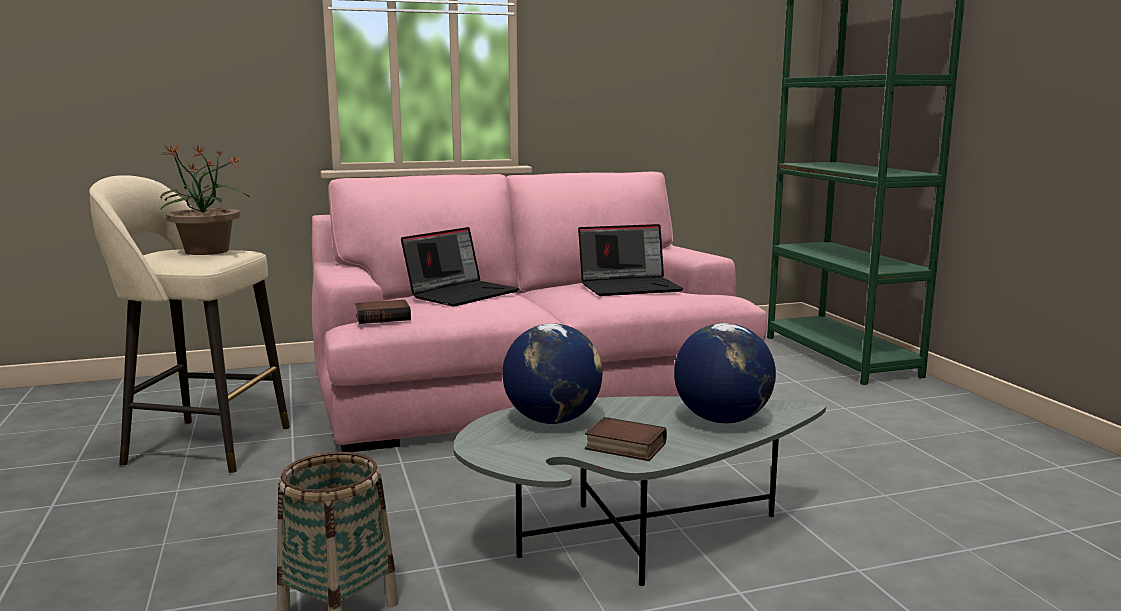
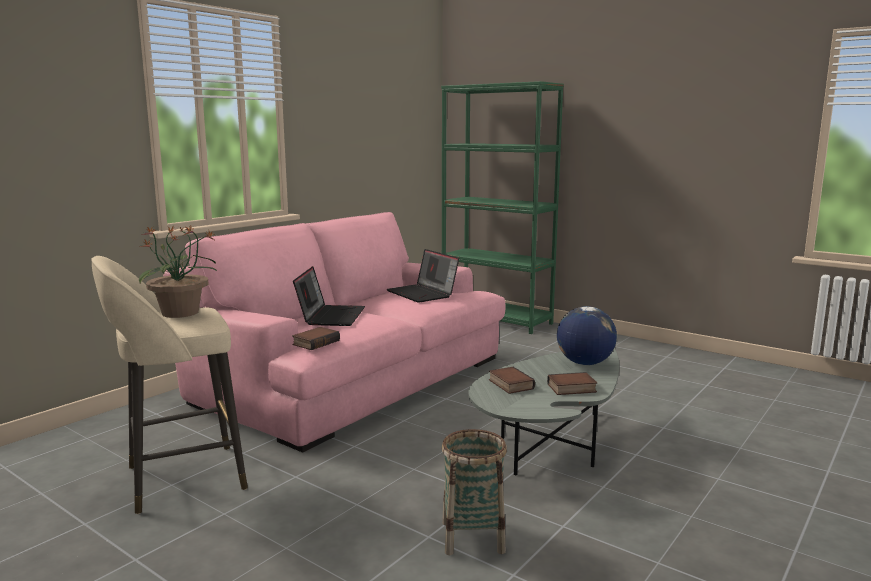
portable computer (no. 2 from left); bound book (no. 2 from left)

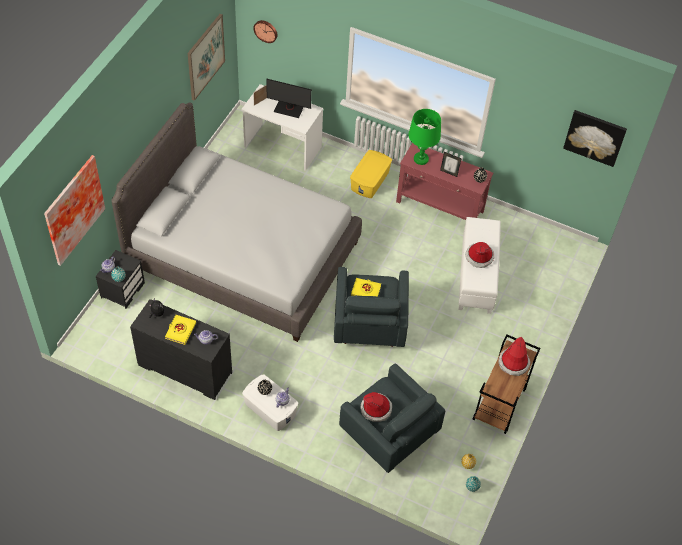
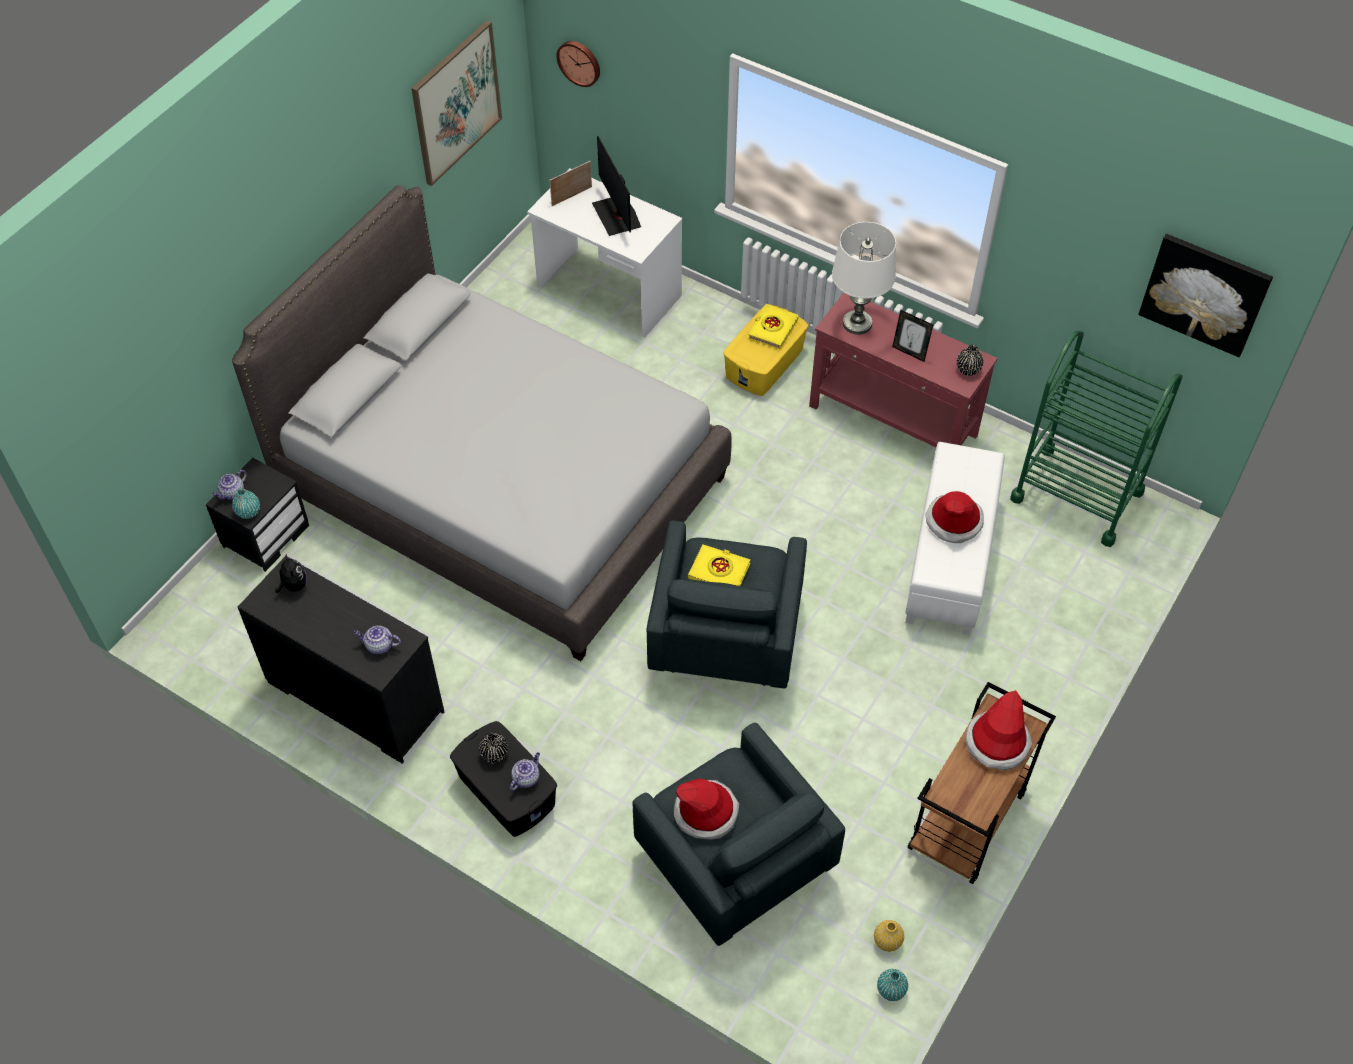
computer screen; table lamp (whitish); picture (no. 1 from left in the first image); bound book (yellow-coloured) (no. 2 from left); storage bin (black); wheeled cart (greenish)

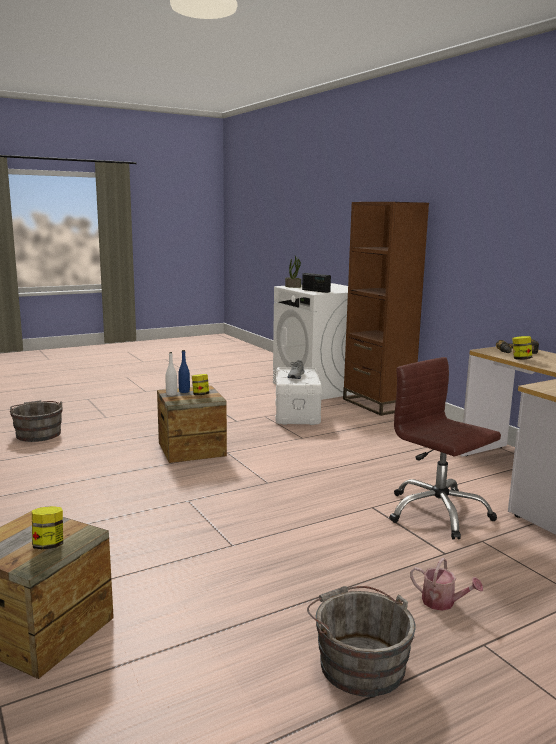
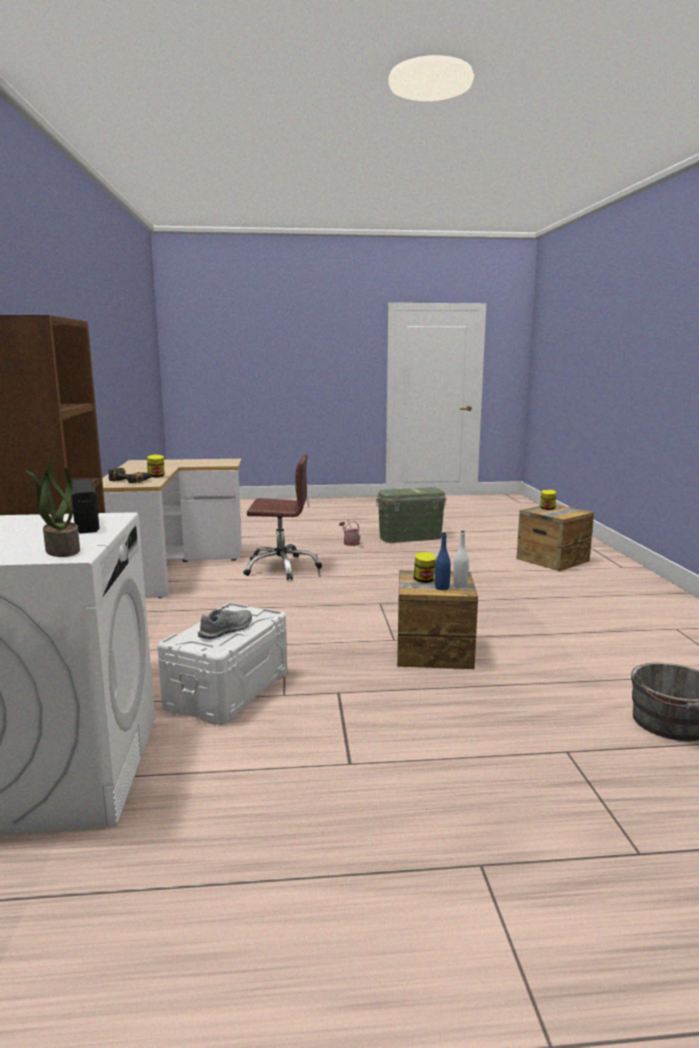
office chair (brownish); storage bin (greenish)

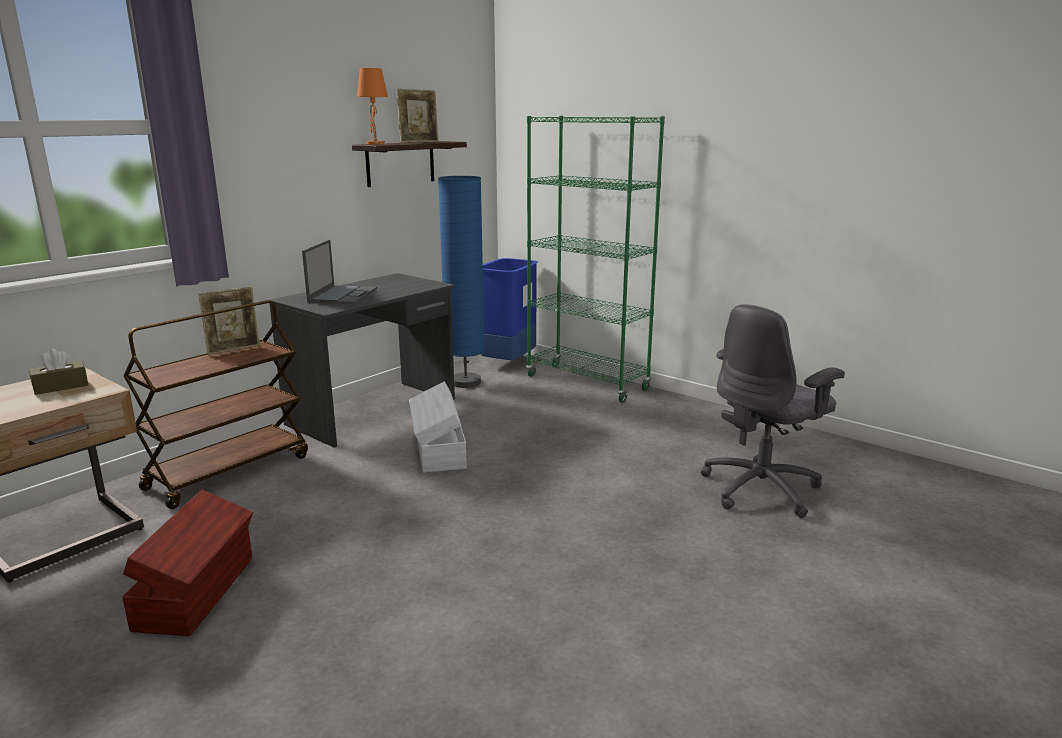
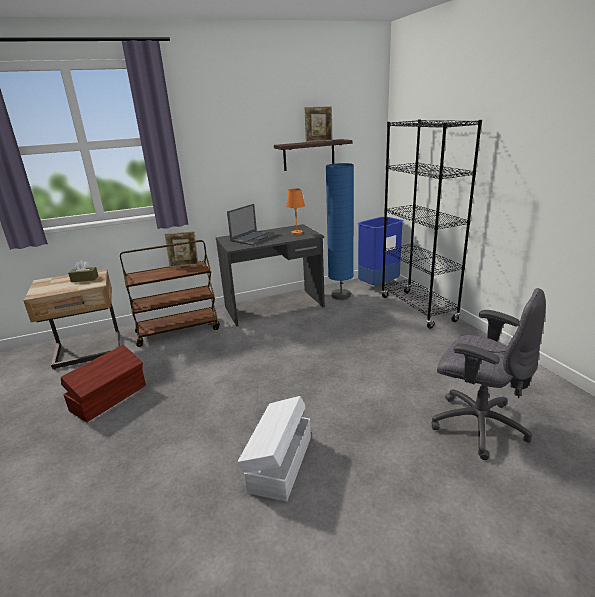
table lamp (orange); bookcase (black); office chair (greyish); storage bin (whitish)

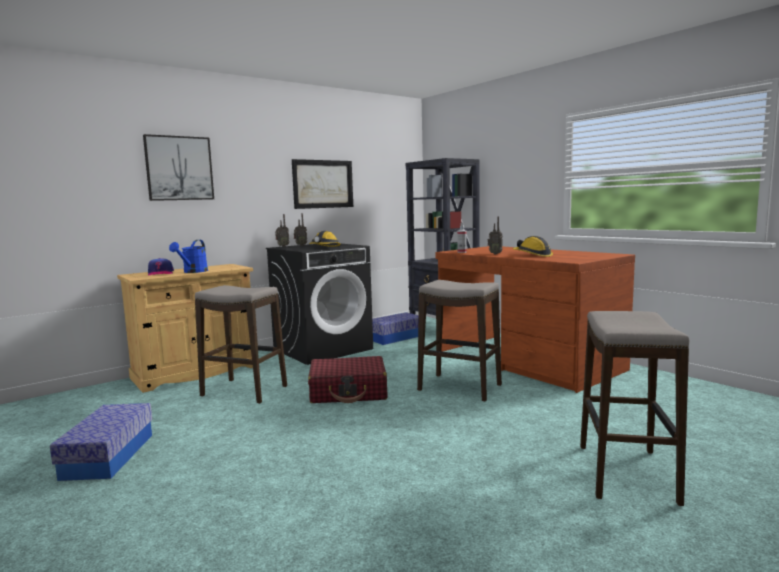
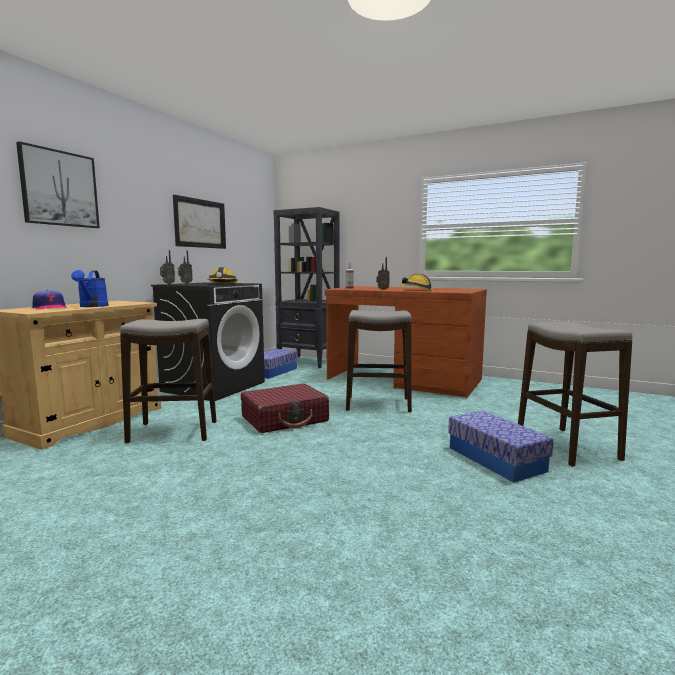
storage bin (no. 2 from left)

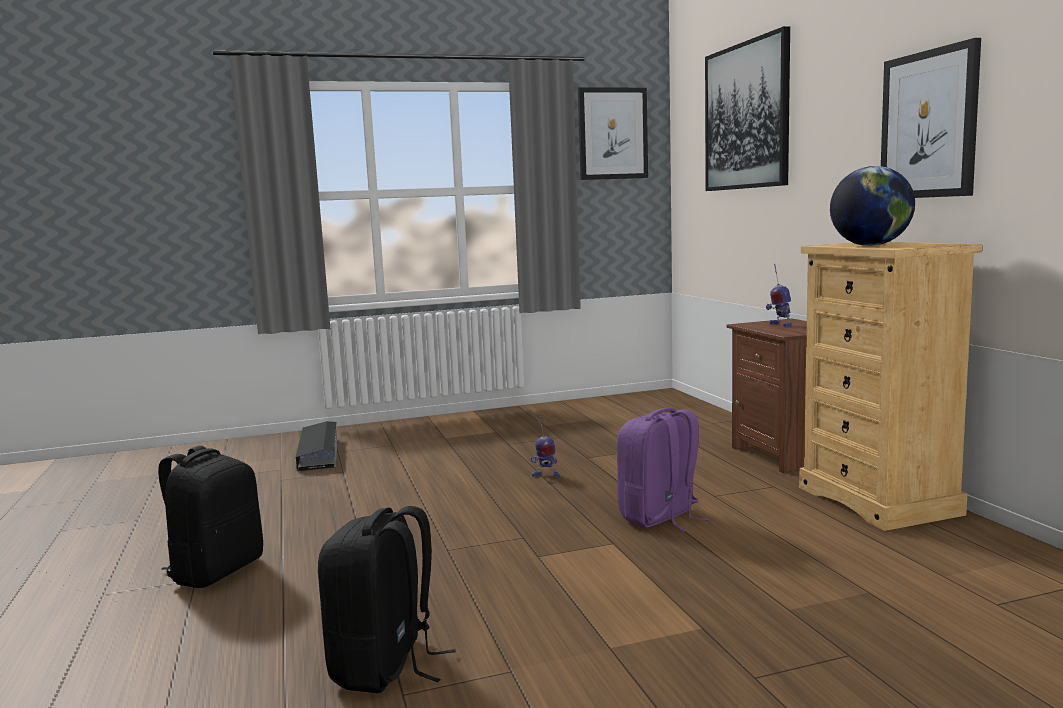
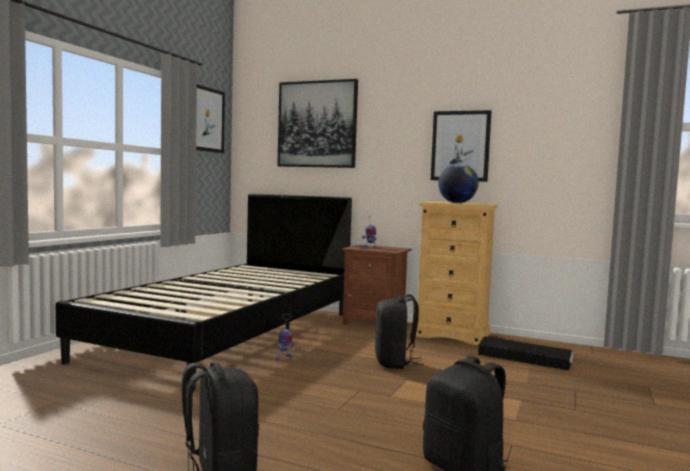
backpack (black) (no. 2 from left); storage bin (black); bed (black)

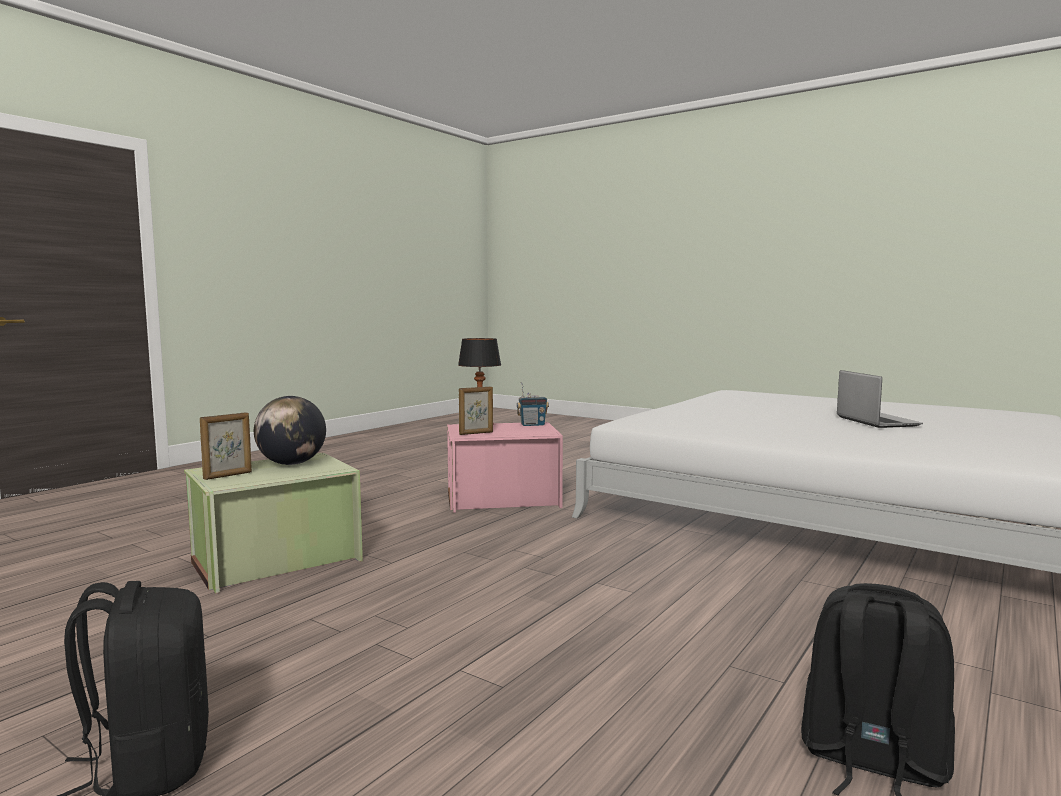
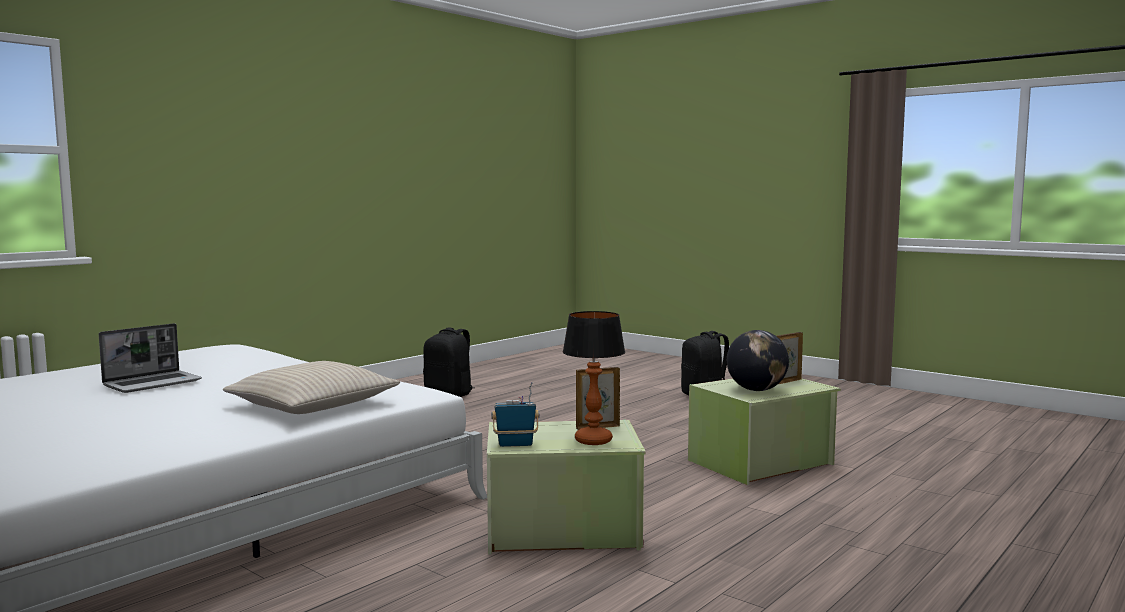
portable computer; storage bin (greenish) (no. 1 from left); pillow (beige)

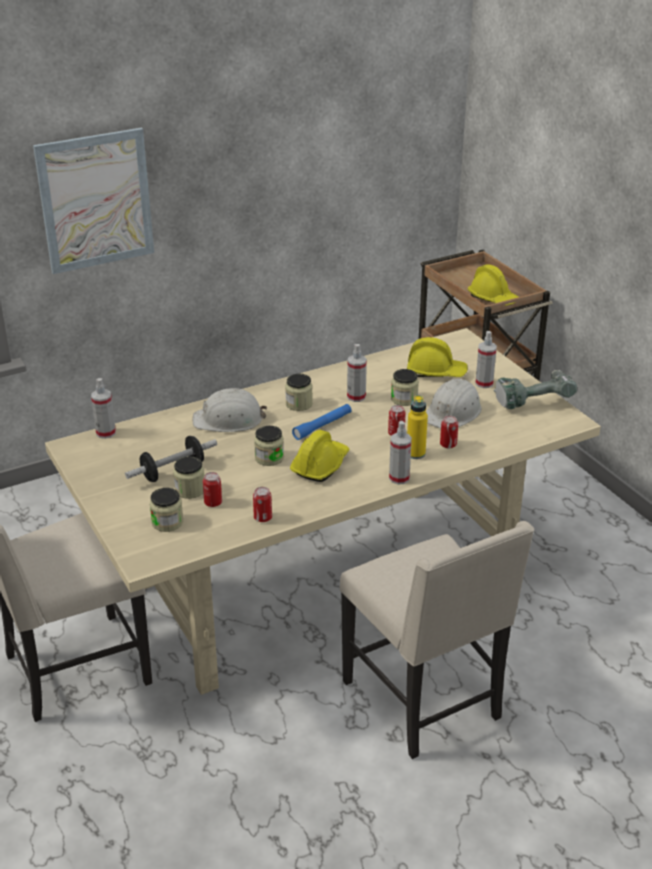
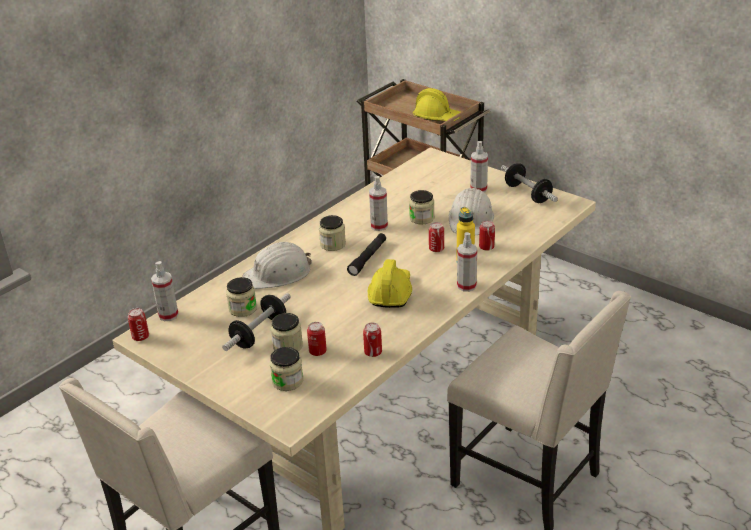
picture; safety helmet (yellow-coloured) (no. 2 from left in the first image); hand weight (no. 2 from left); hand torch (black); storage jar (no. 1 from left); can (no. 1 from left)

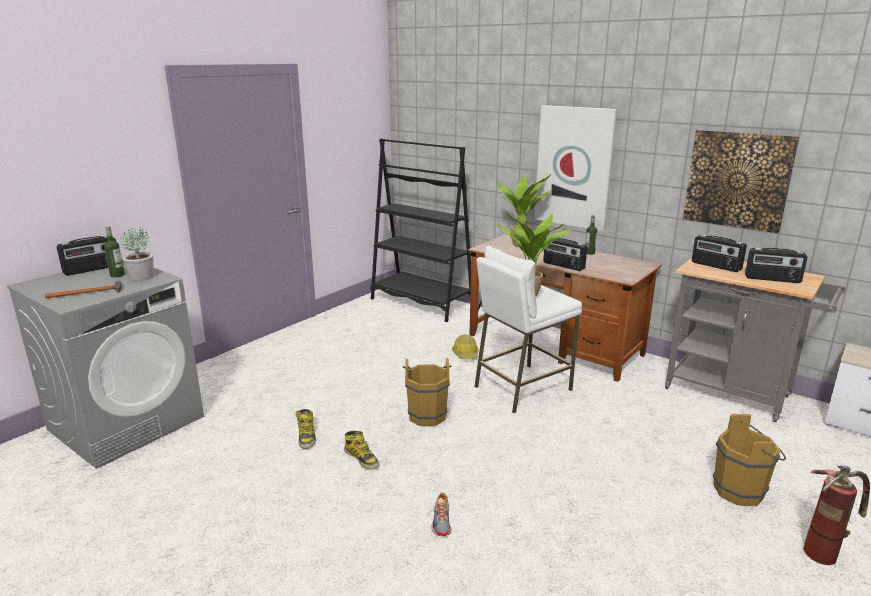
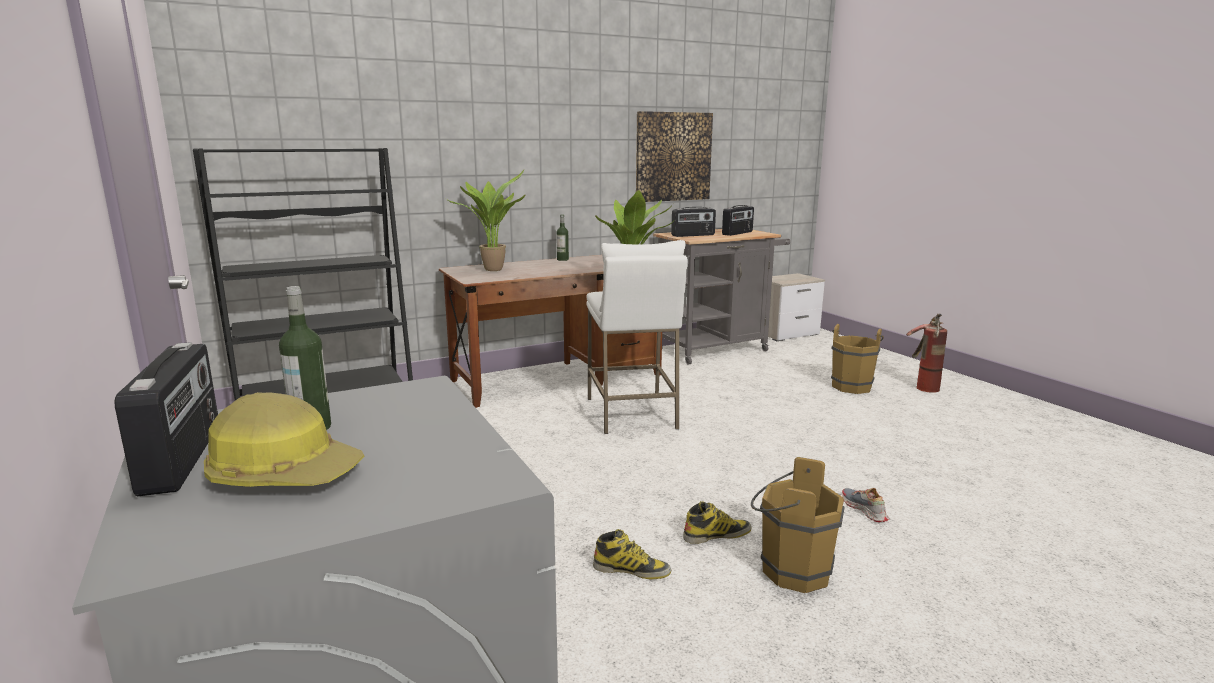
picture (no. 1 from left in the first image); plant in a pot (no. 1 from left in the first image); radio receiver (no. 2 from left in the first image); hammer; safety helmet; pail (brownish) (no. 1 from left); shoe

